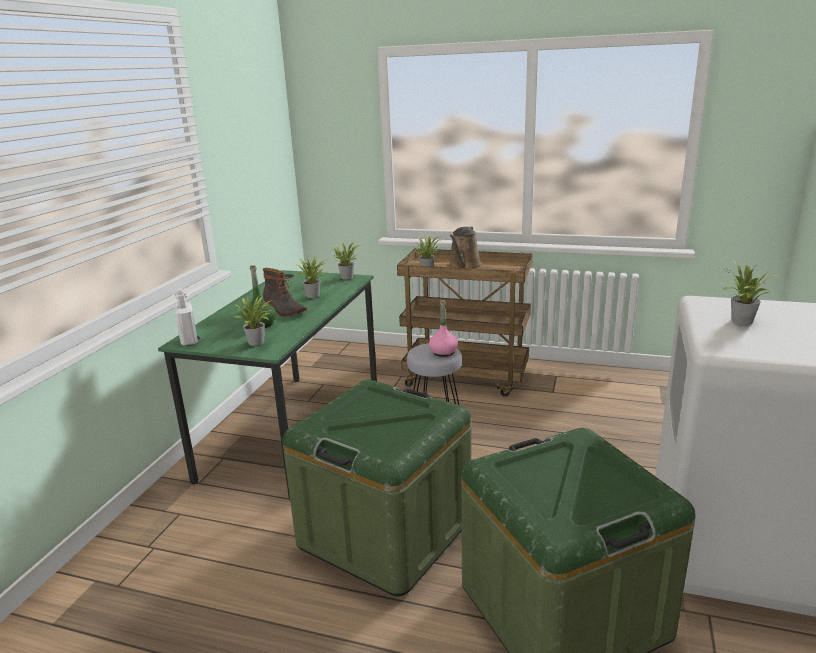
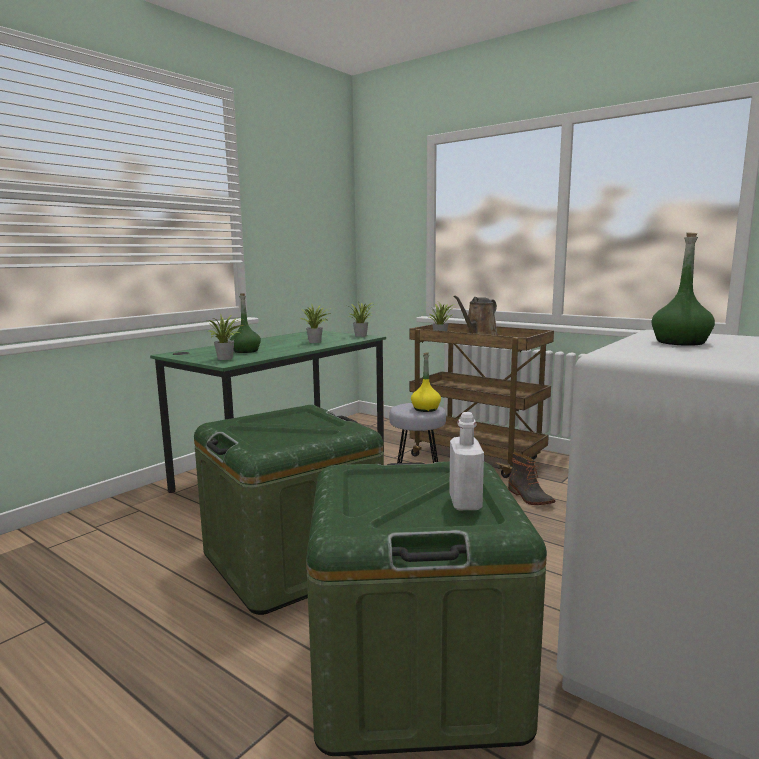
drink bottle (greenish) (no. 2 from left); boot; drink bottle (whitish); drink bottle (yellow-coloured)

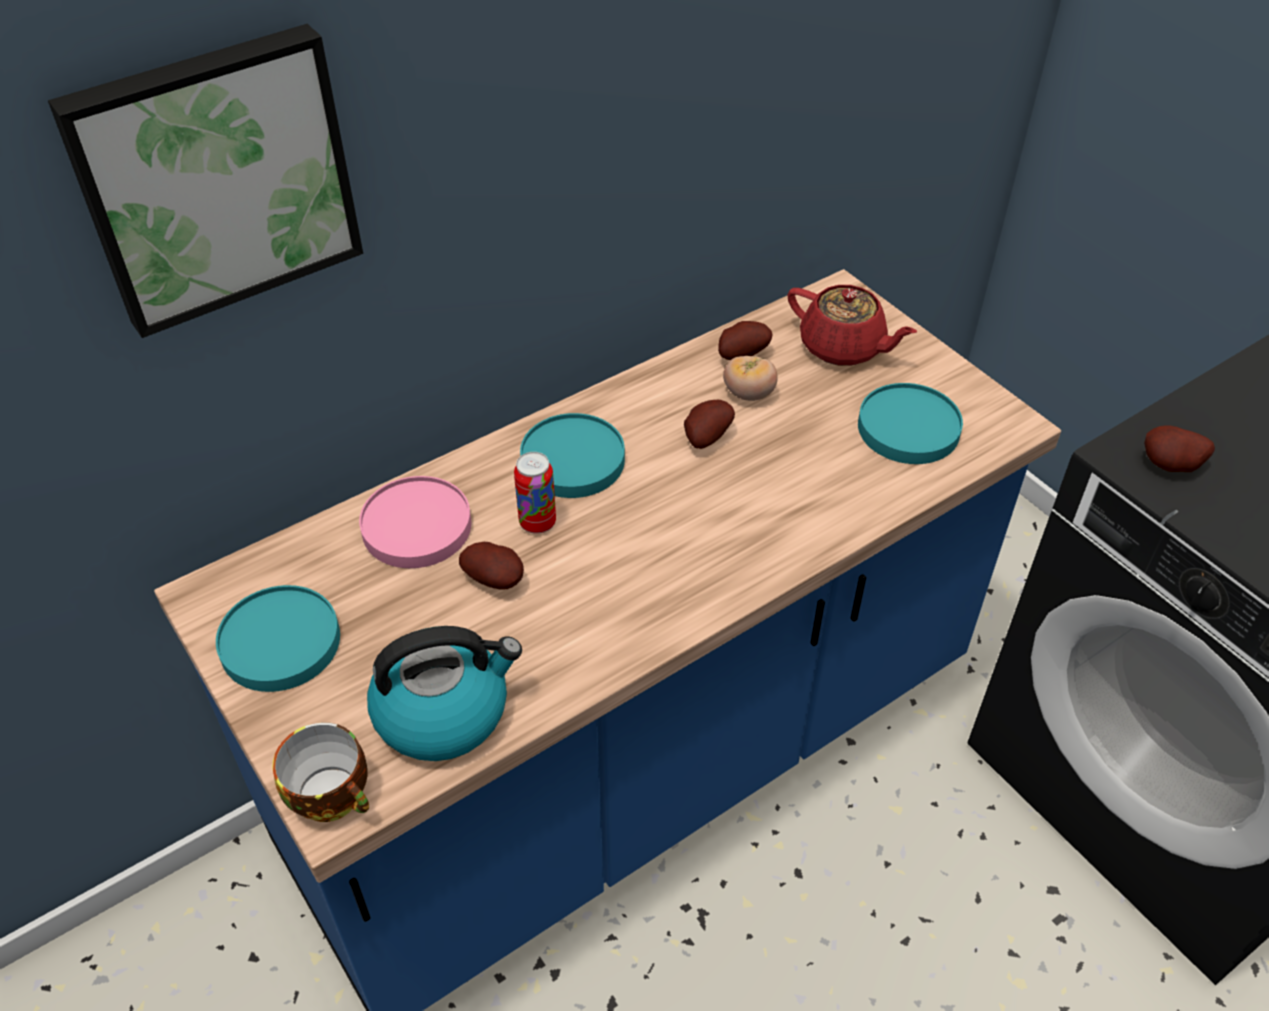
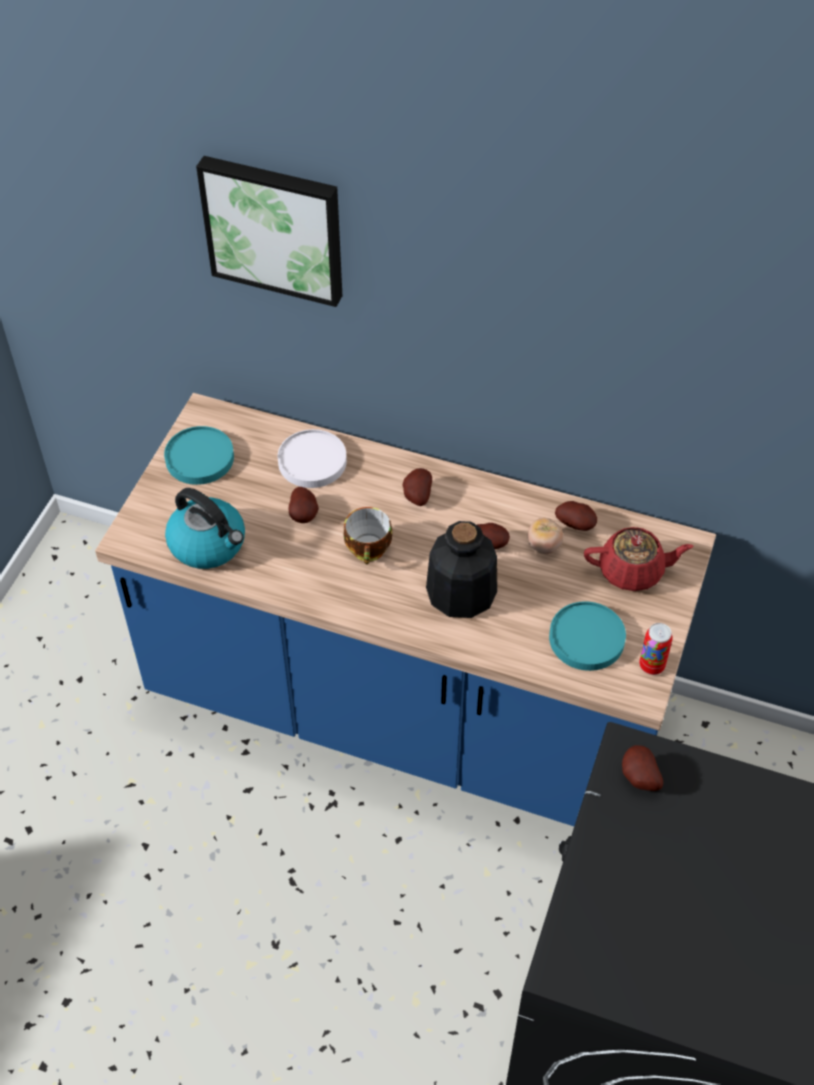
pot for tea (red-coloured); potato (no. 2 from left); can; dinner plate (whitish); cup; drink bottle

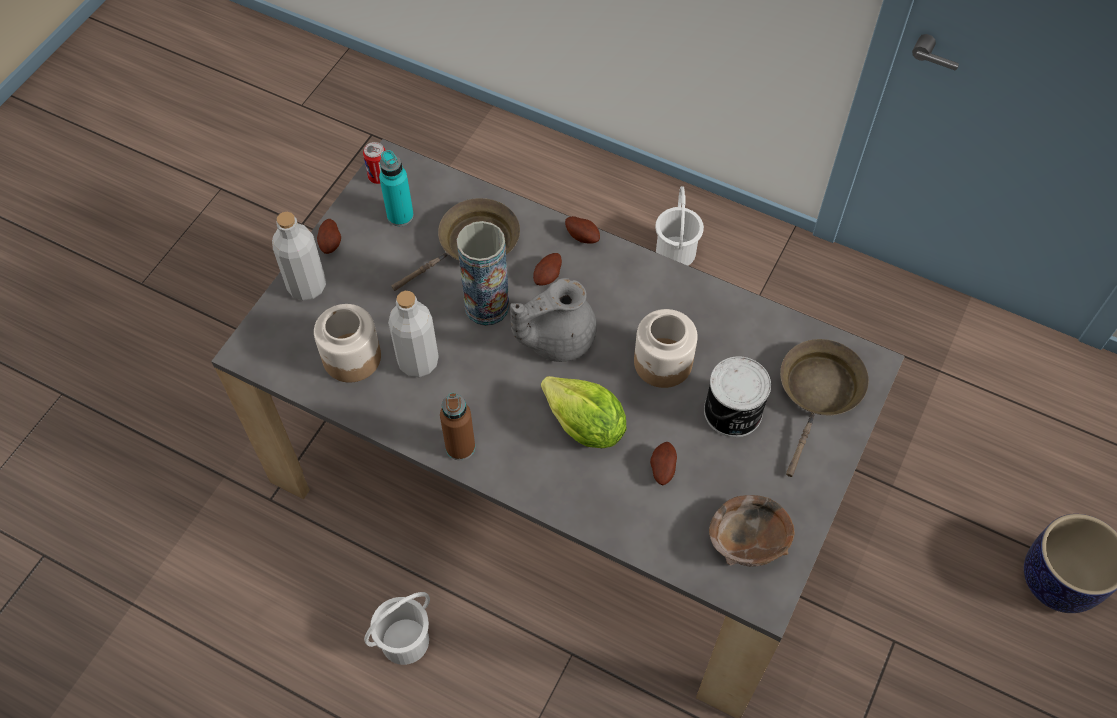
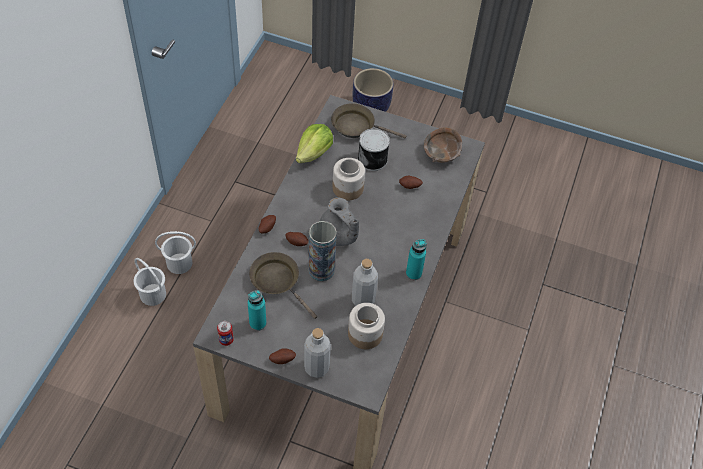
head of lettuce; drink bottle (turquoise) (no. 2 from left); pail (whitish) (no. 1 from left)

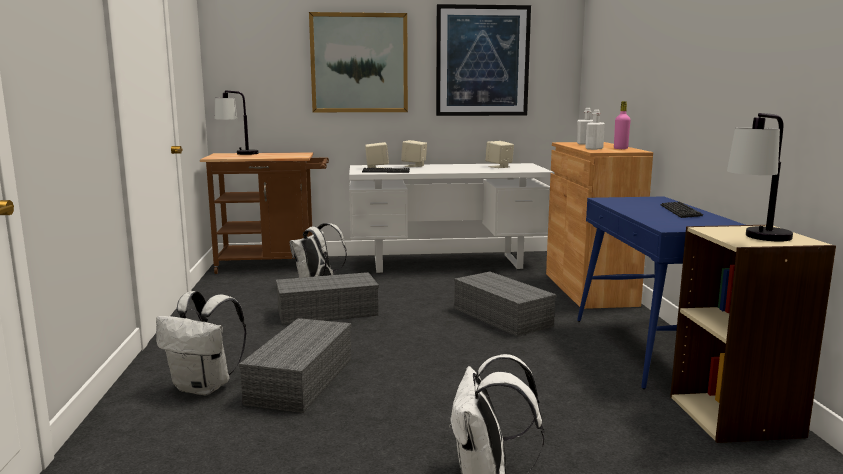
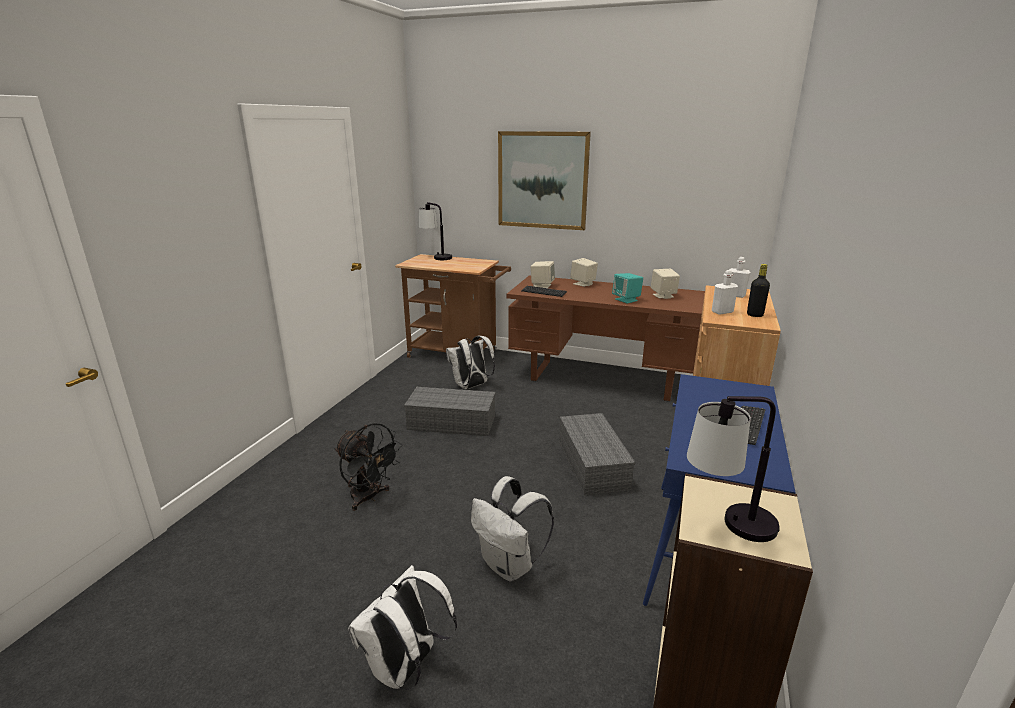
picture (no. 2 from left in the first image); drink bottle (black); desk table (brownish); backpack (whitish) (no. 3 from left); cooling fan (black); speaker (turquoise)

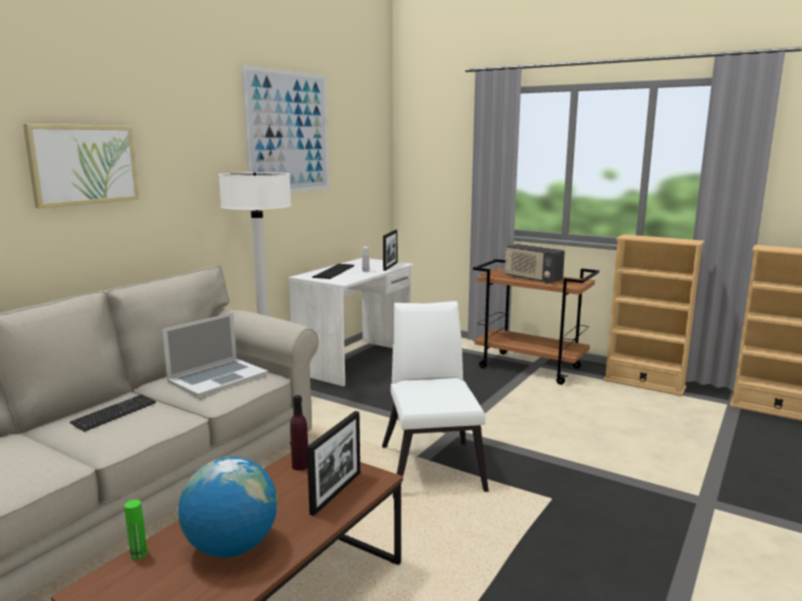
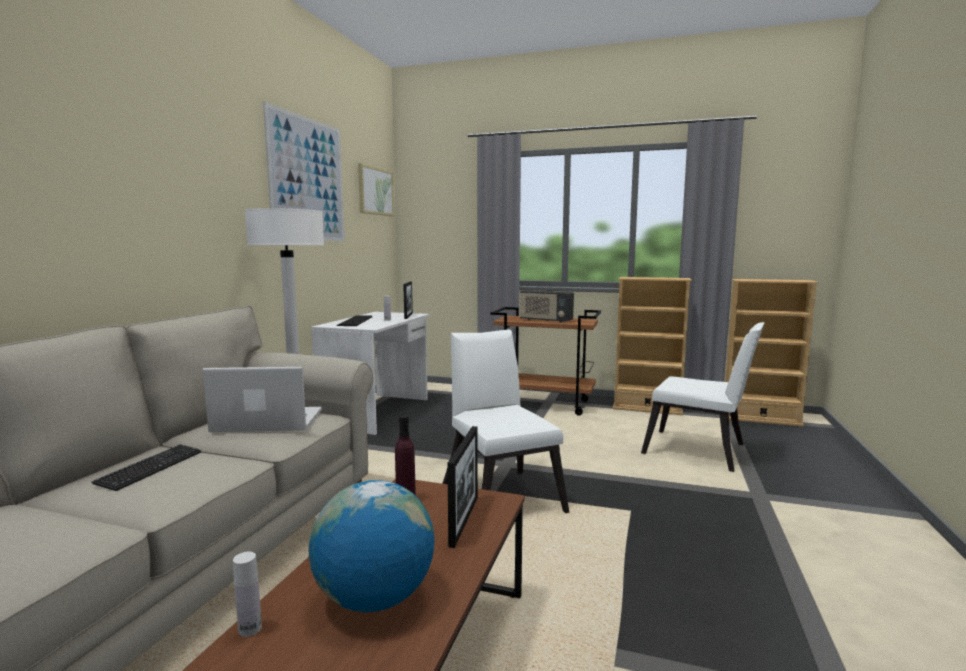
picture (no. 2 from left); portable computer; drink bottle (whitish) (no. 1 from left); upright chair (whitish) (no. 2 from left)

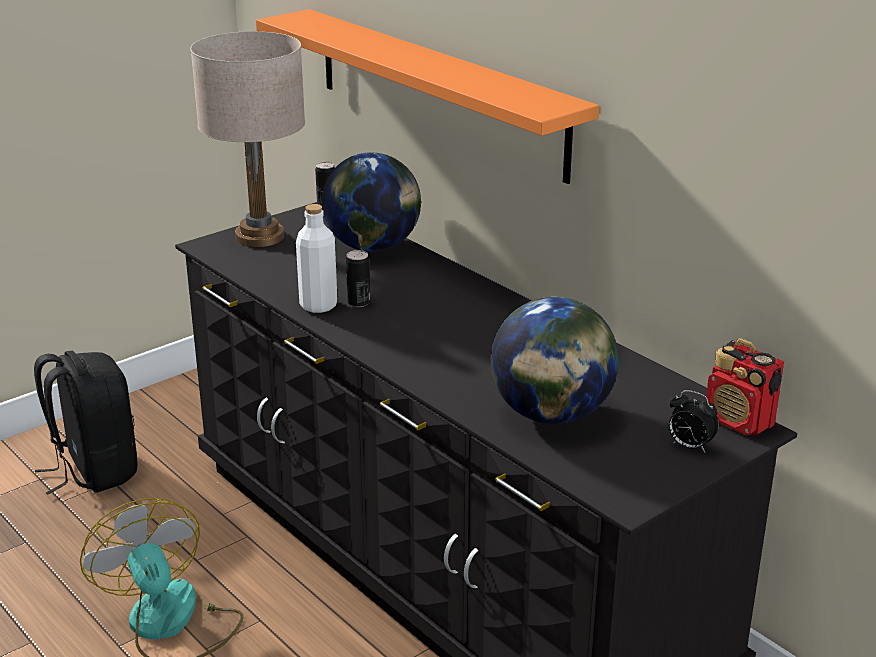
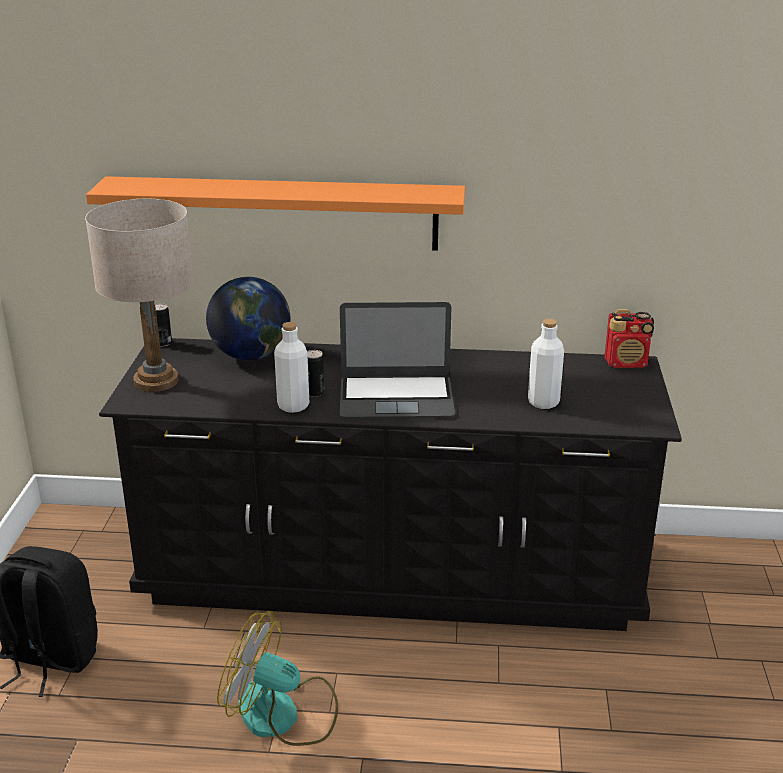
drink bottle (whitish) (no. 2 from left); bedside clock; portable computer

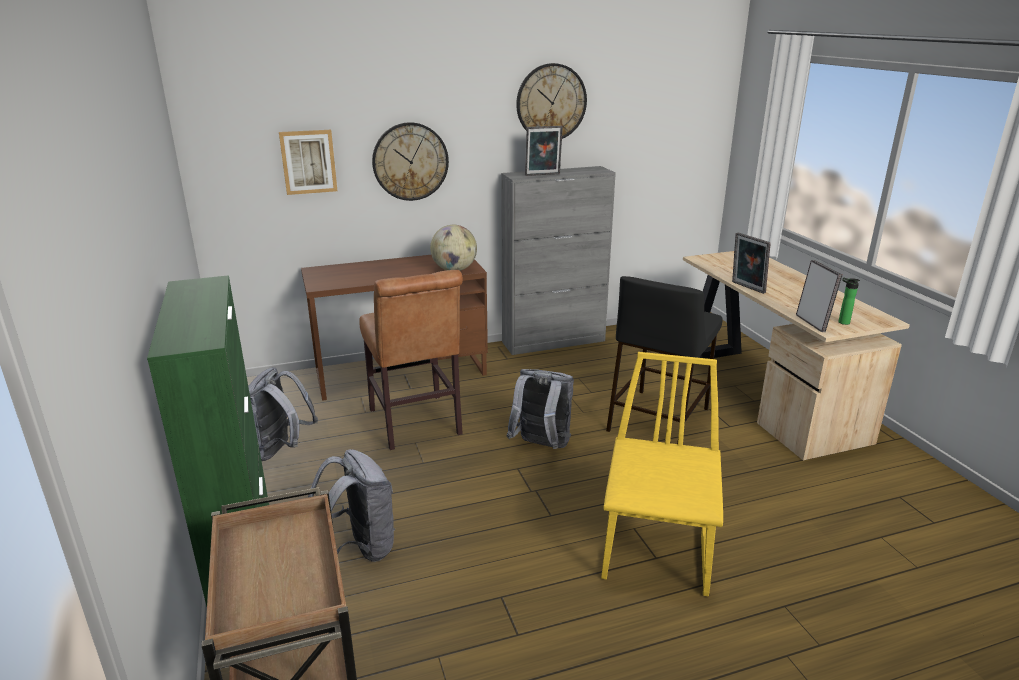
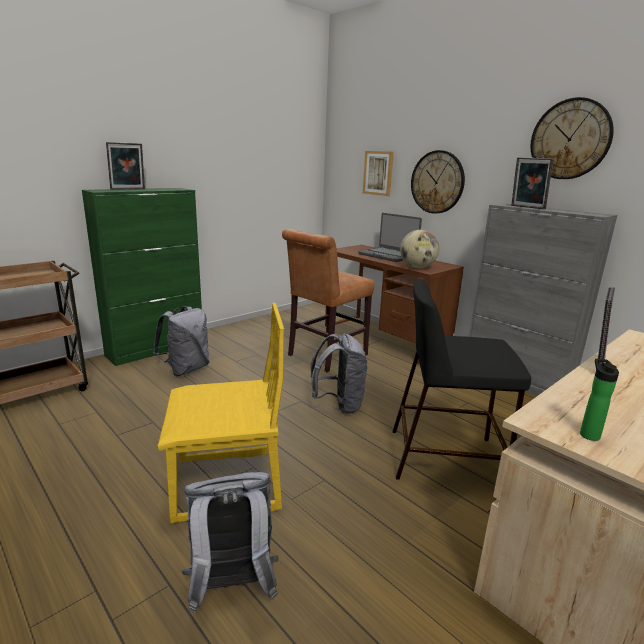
standing frame (no. 1 from left); backpack (greyish) (no. 2 from left); portable computer

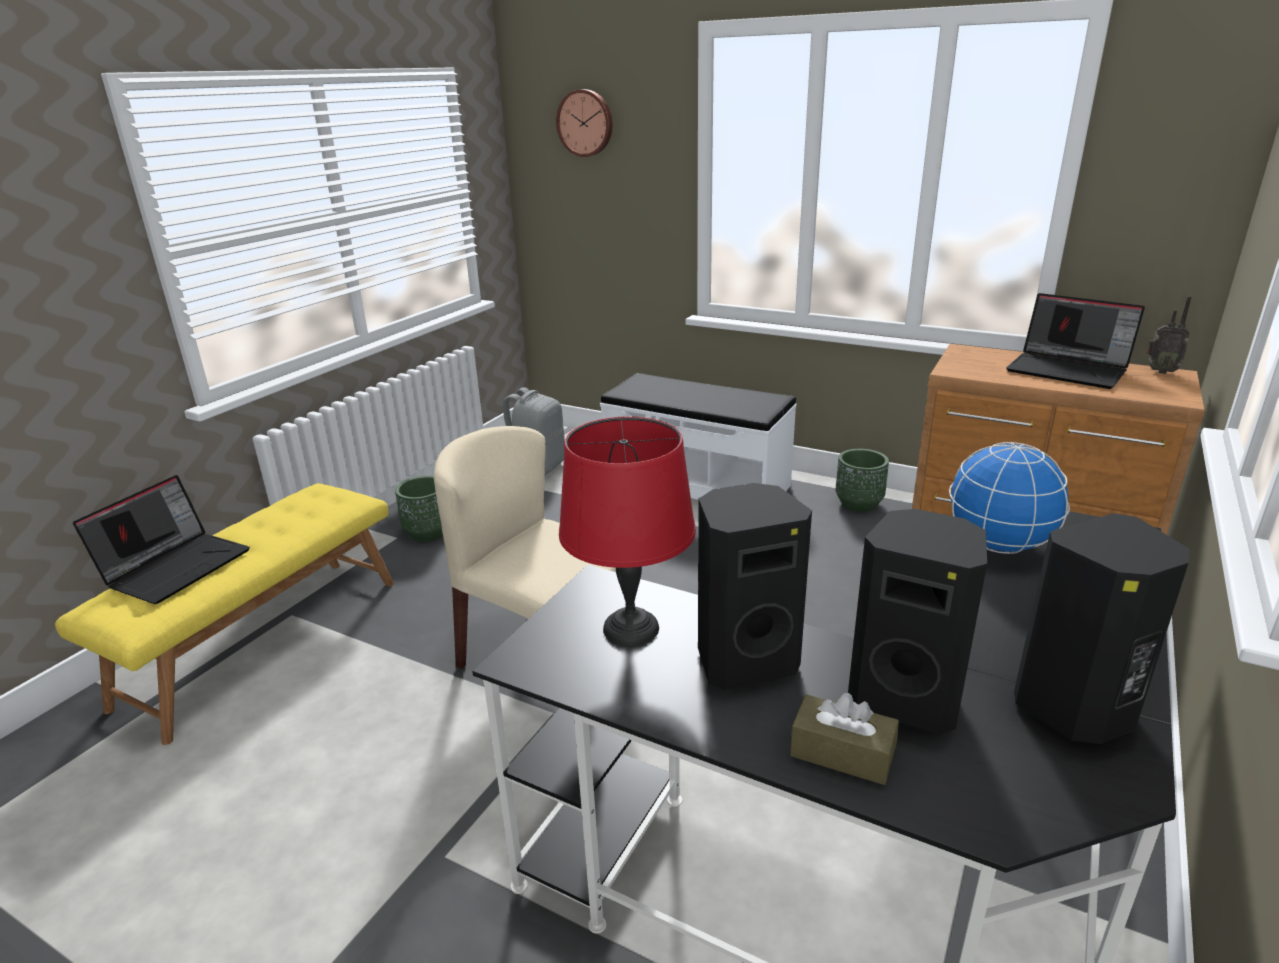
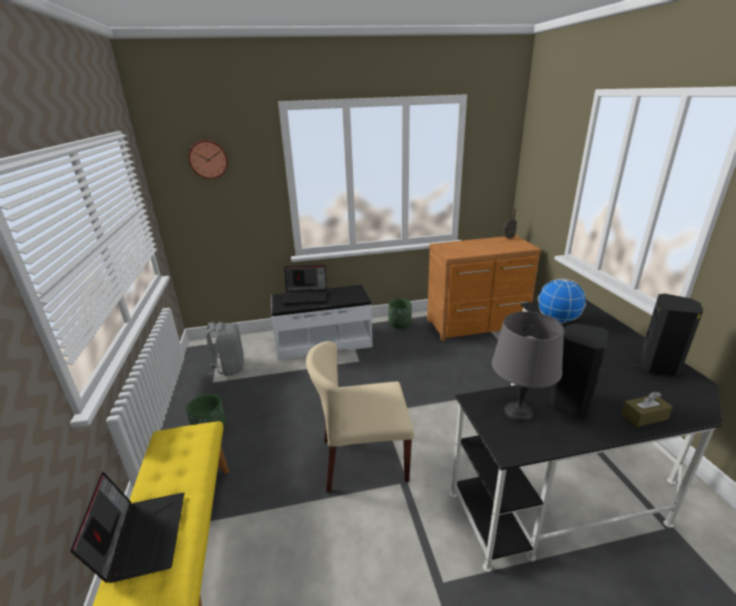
portable computer (no. 2 from left); table lamp (greyish); speaker (black) (no. 2 from left in the first image)

